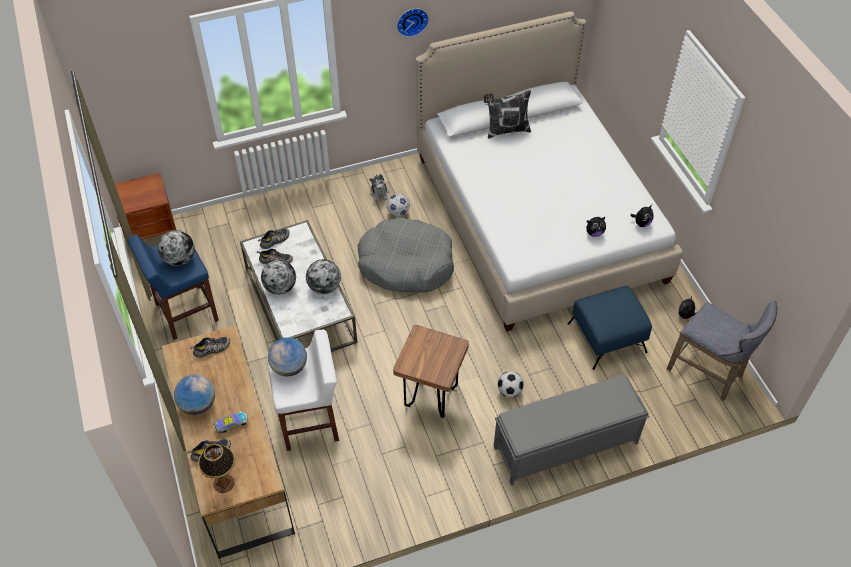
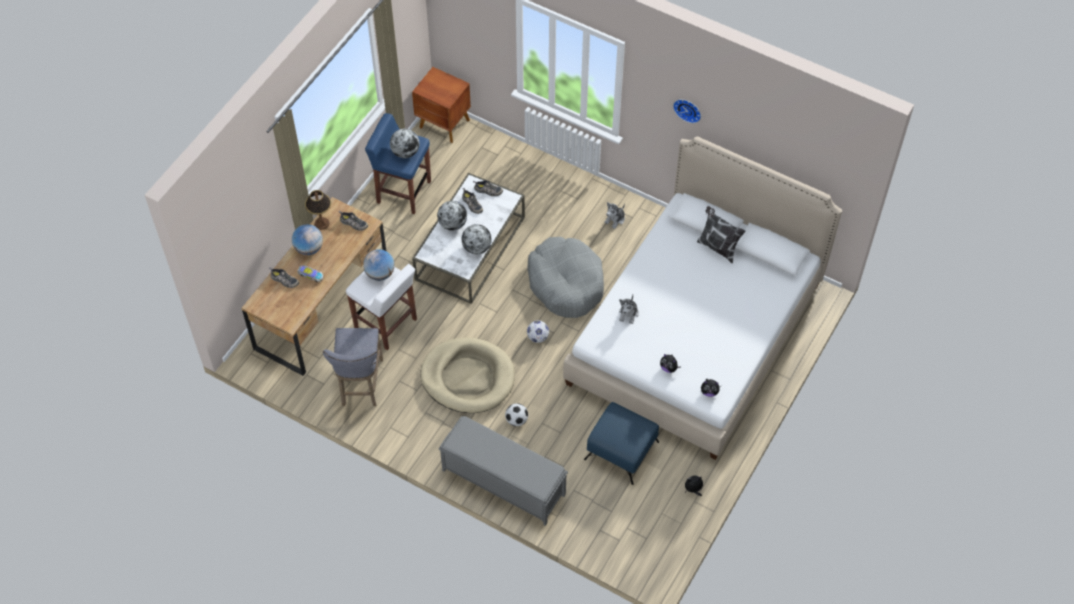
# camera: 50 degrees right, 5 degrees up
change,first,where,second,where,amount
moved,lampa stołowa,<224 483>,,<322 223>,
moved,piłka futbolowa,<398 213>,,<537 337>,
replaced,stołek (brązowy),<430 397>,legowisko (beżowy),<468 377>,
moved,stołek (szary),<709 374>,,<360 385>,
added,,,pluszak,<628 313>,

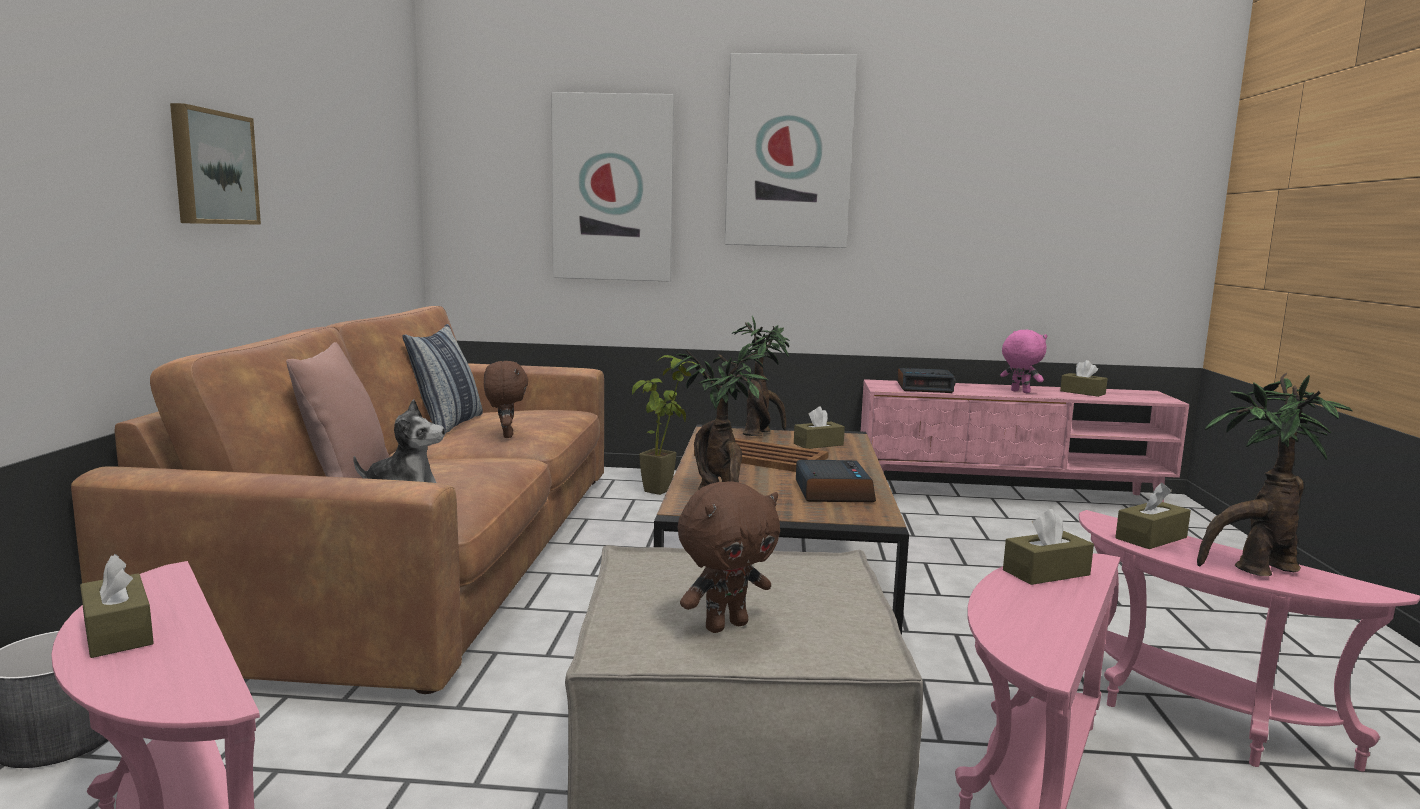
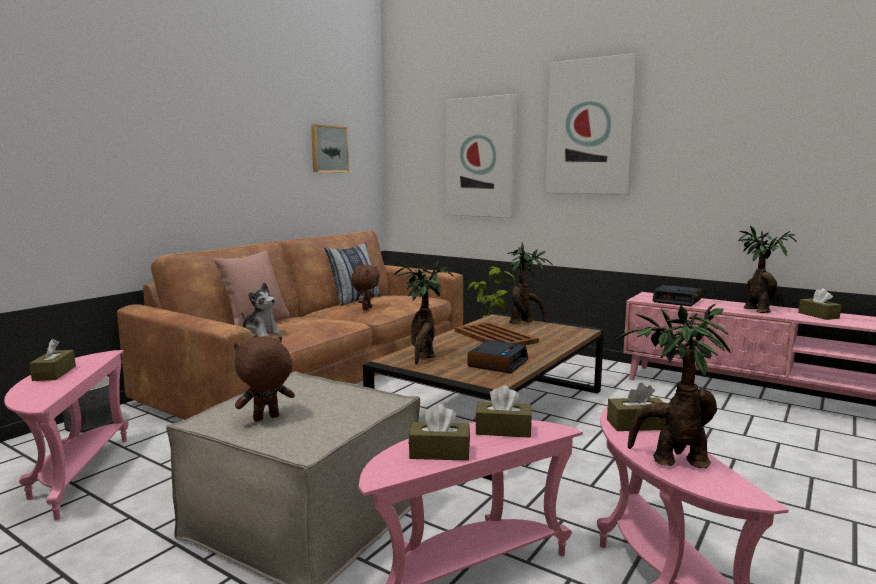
# camera: 30 degrees right, 0 degrees up
change,first,where,second,where,amount
moved,obraz,<212 168>,,<328 149>,
turned,pluszak (brązowy),<725 625>,,<266 419>,150 degrees clockwise
moved,pudełko chusteczek (brązowy),<818 444>,,<439 452>,
replaced,pluszak (różowy),<1019 392>,roślina doniczkowa,<756 310>,

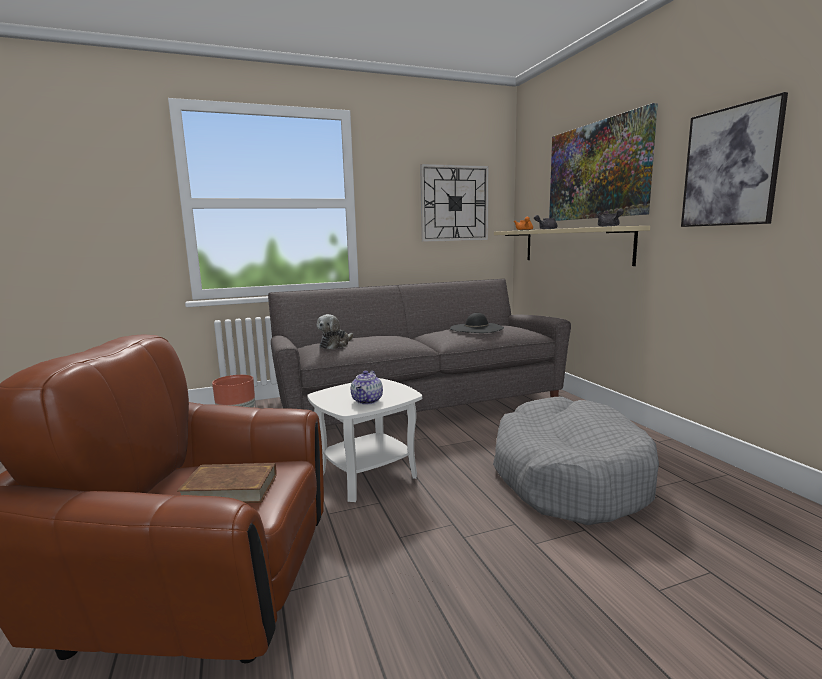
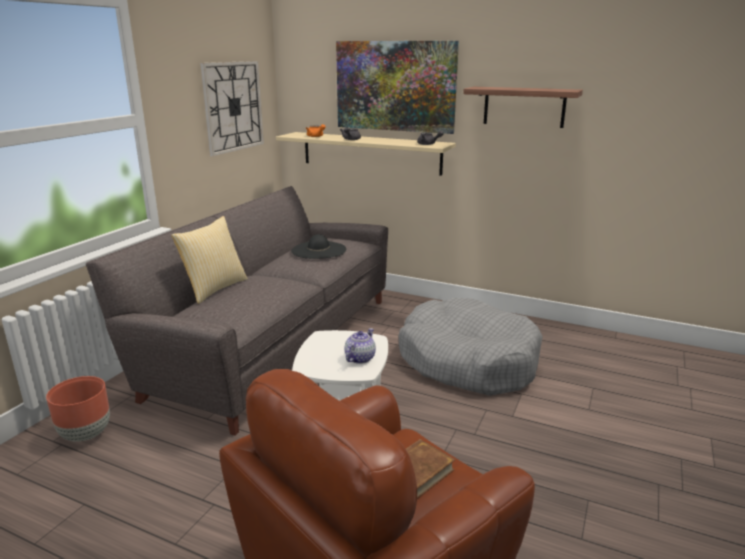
# camera: 45 degrees left, 10 degrees up
change,first,where,second,where,amount
removed,pluszak,<335 345>,,,
turned,imbryk,<367 401>,,<359 358>,120 degrees counterclockwise
replaced,obraz,<730 167>,półka,<524 107>,
added,,,poduszka,<214 289>,

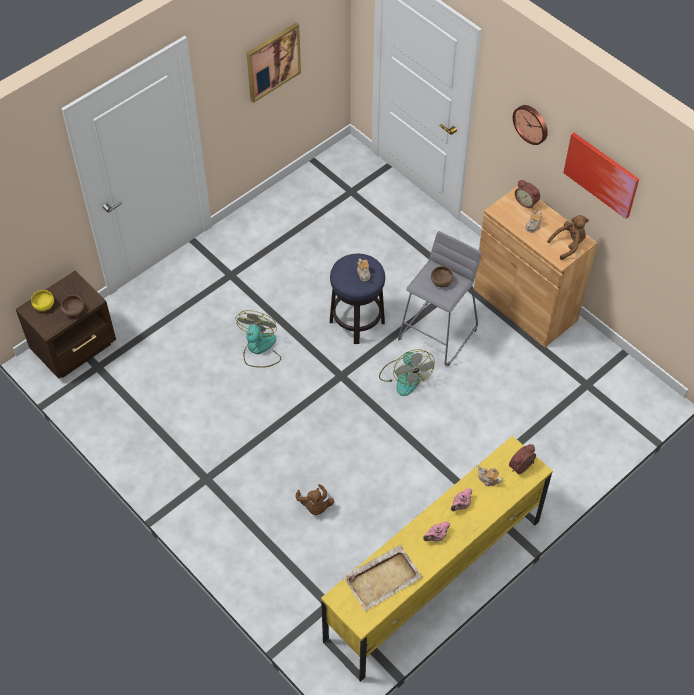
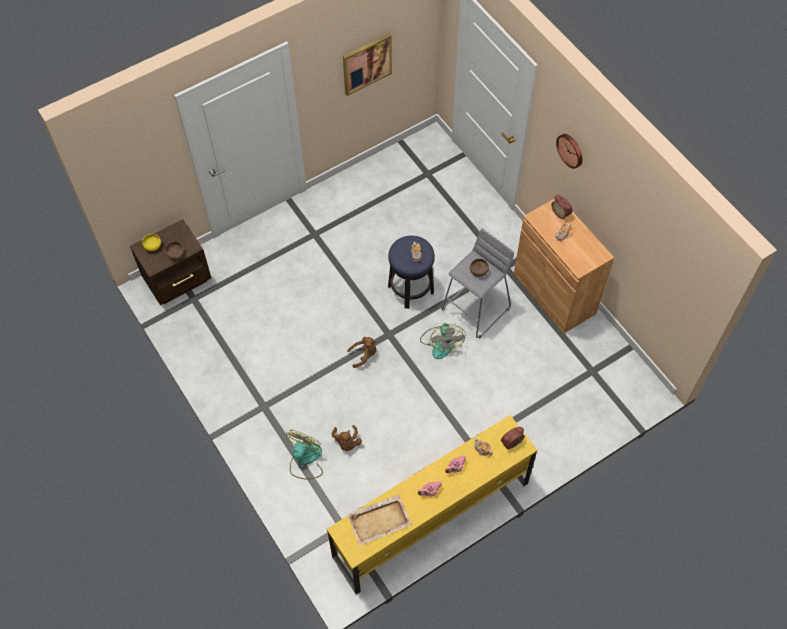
# camera: 10 degrees right, 5 degrees up
change,first,where,second,where,amount
moved,wentylator,<259 349>,,<305 460>,
moved,pluszak (brązowy),<568 244>,,<364 355>,
removed,obraz,<601 174>,,,

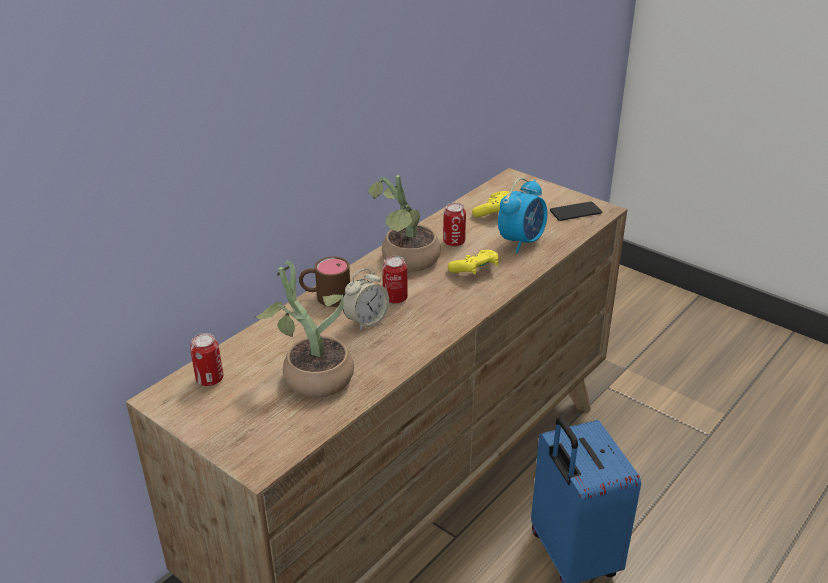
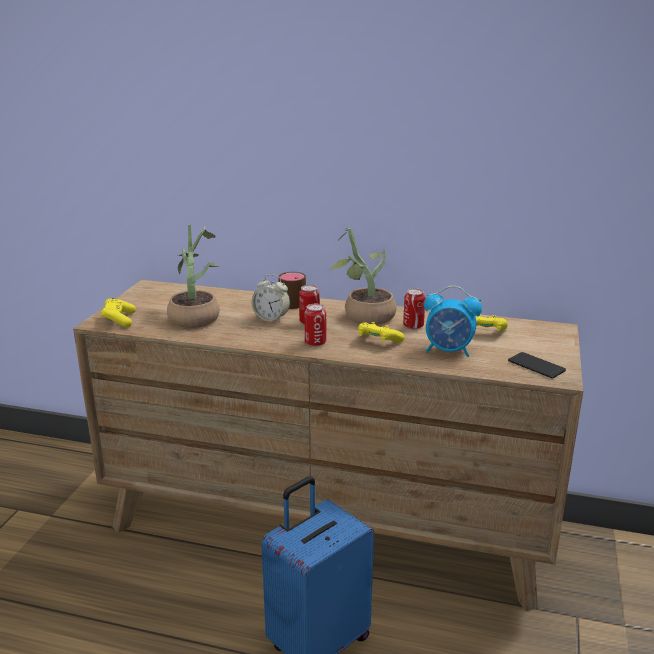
# camera: 65 degrees right, 10 degrees down
change,first,where,second,where,amount
moved,puszka,<210 379>,,<315 343>,
added,,,pad do gier (żółty),<119 320>,

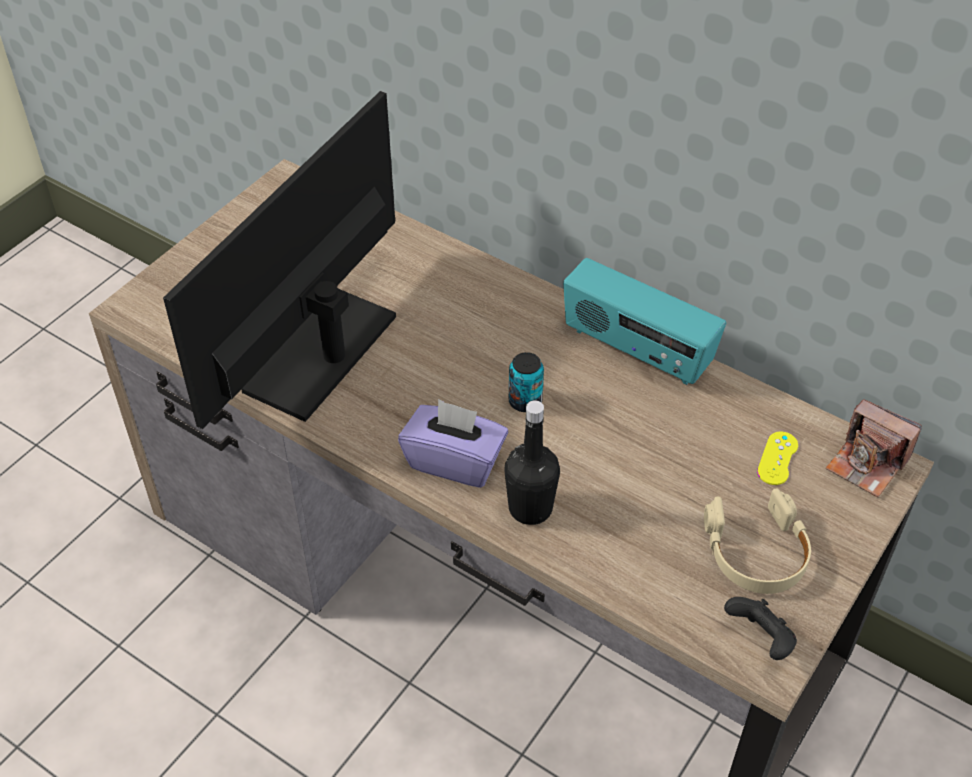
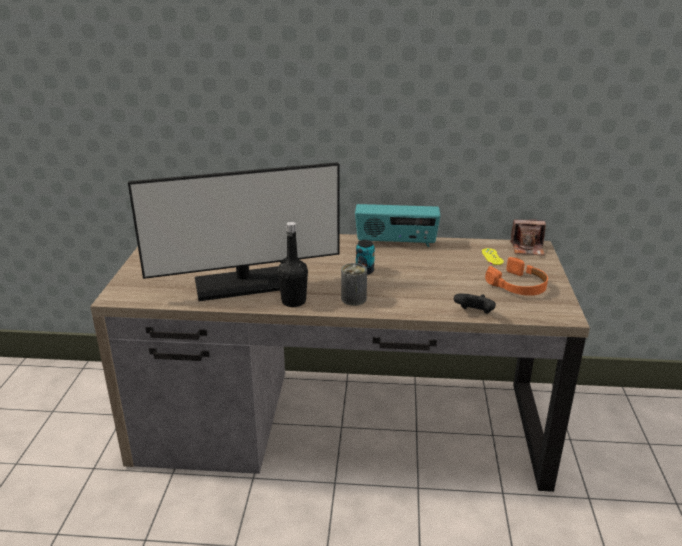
# camera: 30 degrees left, 20 degrees down
change,first,where,second,where,amount
turned,monitor,<321 354>,,<244 284>,105 degrees counterclockwise
replaced,pudełko chusteczek (fioletowy),<455 461>,puszka,<353 299>,
moved,butelka (czarny),<530 508>,,<293 301>,
recoloured,słuchawki (beżowy),<756 552>,słuchawki (pomarańczowy),<518 285>,
moved,pad do gier (czarny),<760 639>,,<474 314>,

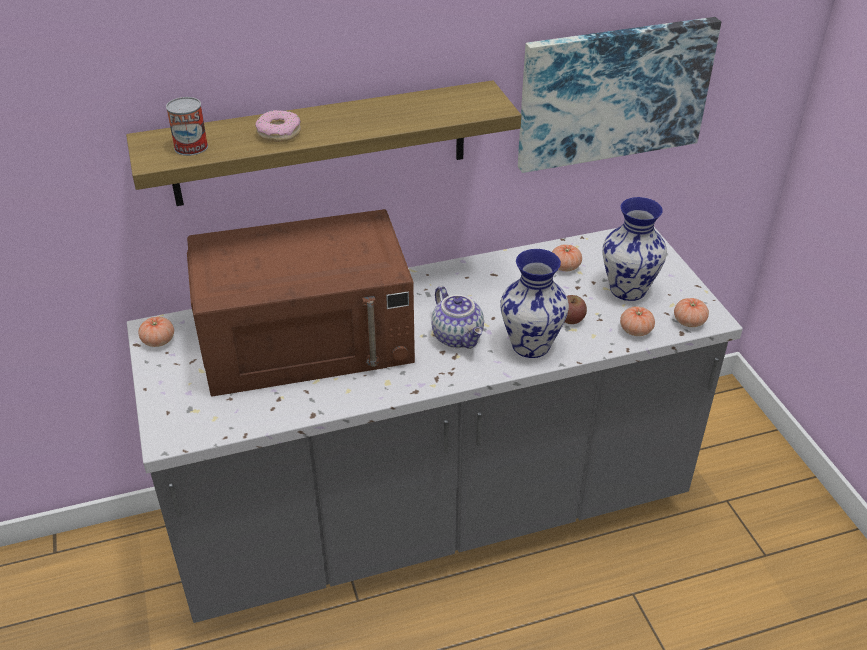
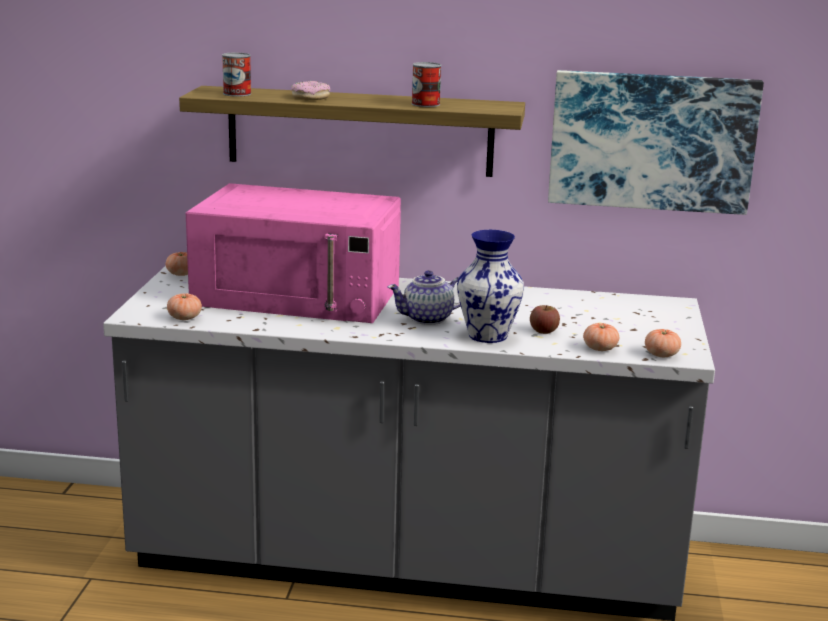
# camera: 25 degrees right, 20 degrees down
change,first,where,second,where,amount
recoloured,mikrofalówka (brązowy),<308 337>,mikrofalówka (różowy),<299 295>,
turned,imbryk,<458 337>,,<427 319>,75 degrees clockwise
moved,pomidor,<565 267>,,<184 318>,
removed,wazon,<629 289>,,,
added,,,puszka,<425 104>,

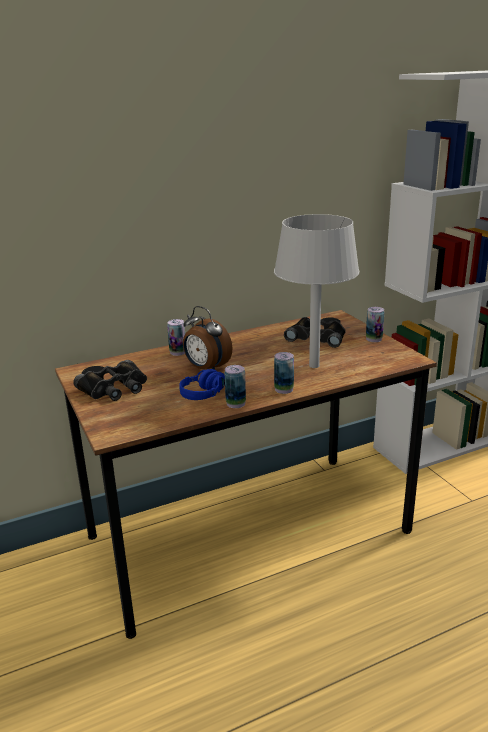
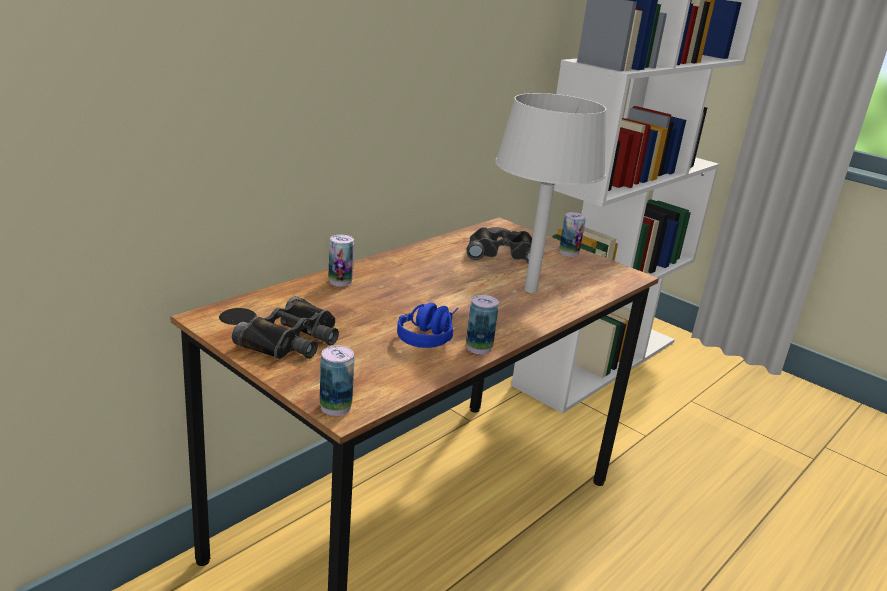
# camera: 25 degrees left, 0 degrees up
change,first,where,second,where,amount
removed,budzik,<206 368>,,,
moved,puszka,<284 389>,,<335 407>,

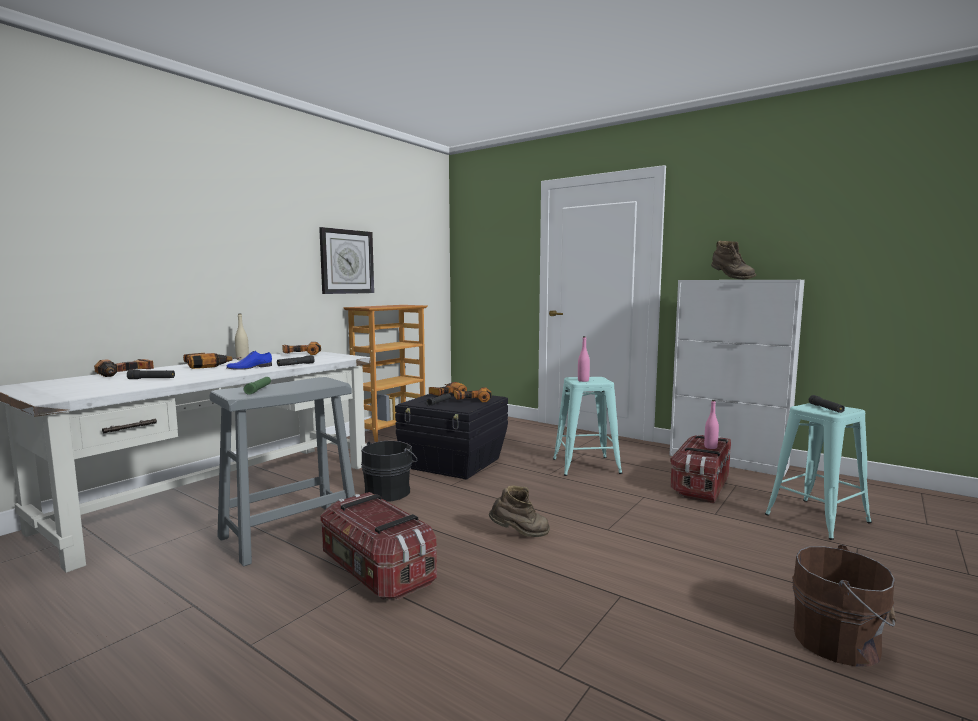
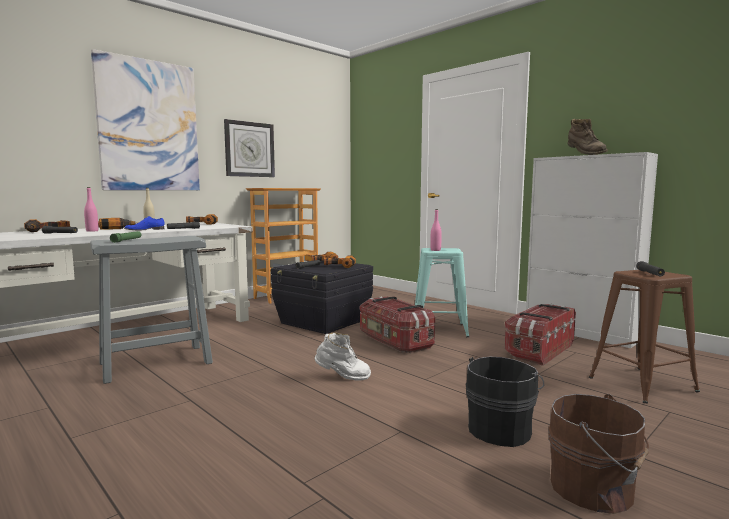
# camera: 10 degrees right, 0 degrees up
change,first,where,second,where,amount
moved,pojemnik do przechowywania,<376 571>,,<394 341>,
moved,wiadro (czarny),<389 492>,,<501 429>,
recoloured,but z cholewką (brązowy),<520 535>,but z cholewką (biały),<342 378>,
moved,butelka (różowy),<710 447>,,<92 231>,
recoloured,stołek (turkusowy),<817 518>,stołek (brązowy),<642 384>,
added,,,obraz,<149 126>,

